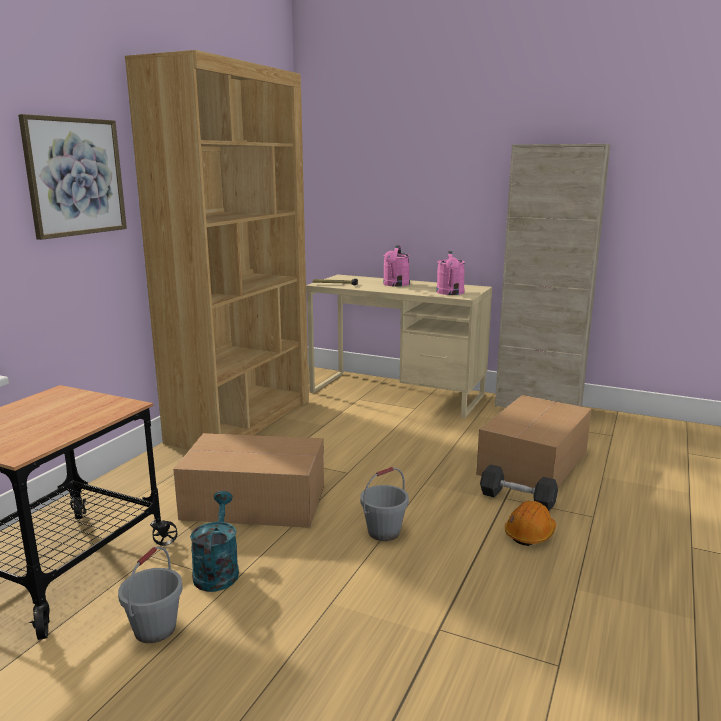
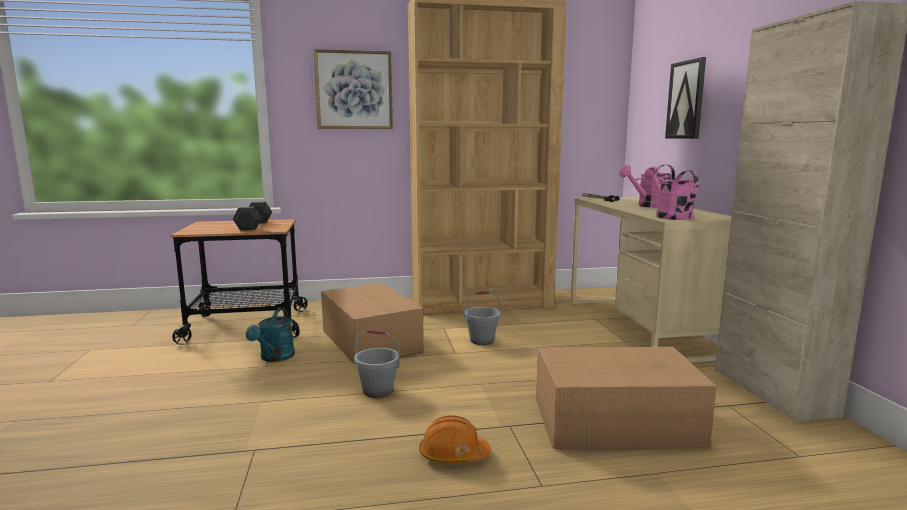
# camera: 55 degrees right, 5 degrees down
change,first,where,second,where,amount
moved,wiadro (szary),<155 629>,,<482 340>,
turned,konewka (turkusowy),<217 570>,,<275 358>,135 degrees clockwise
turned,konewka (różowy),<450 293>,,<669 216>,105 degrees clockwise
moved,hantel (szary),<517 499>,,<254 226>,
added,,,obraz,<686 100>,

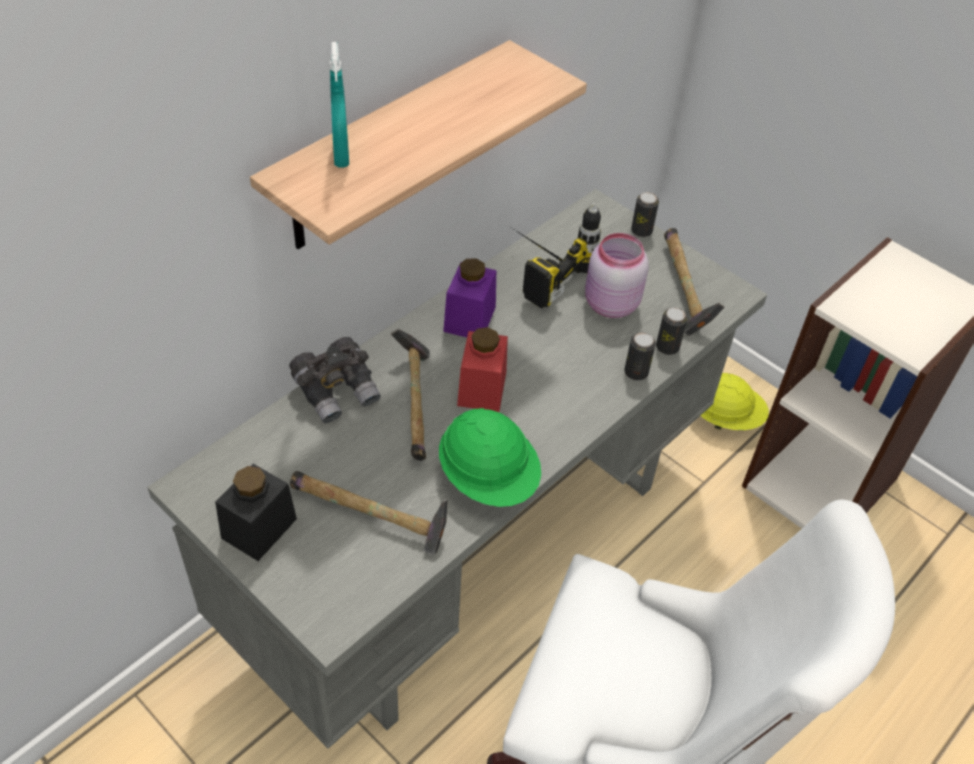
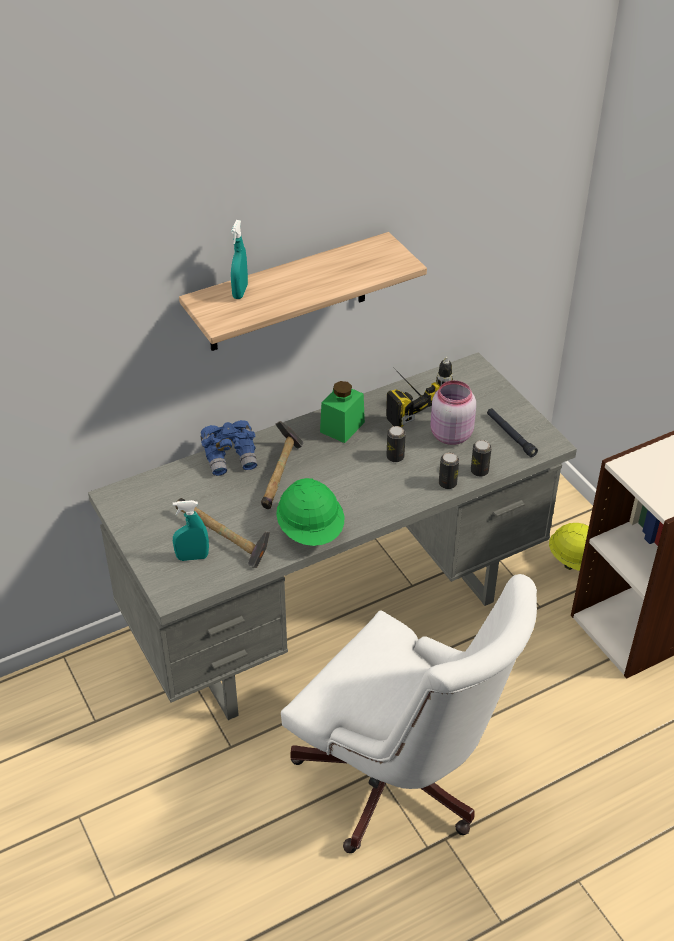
# camera: 20 degrees right, 5 degrees down
change,first,where,second,where,amount
removed,słoik (czarny),<259 528>,,,
recoloured,lornetka (szary),<337 392>,lornetka (niebieski),<231 457>,
recoloured,słoik (fioletowy),<469 319>,słoik (zielony),<342 427>,
removed,słoik (czerwony),<482 389>,,,
moved,puszka,<641 231>,,<395 457>,
replaced,młotek,<682 291>,latarka (czarny),<510 435>,
added,,,spryskiwacz (turkusowy),<192 557>,

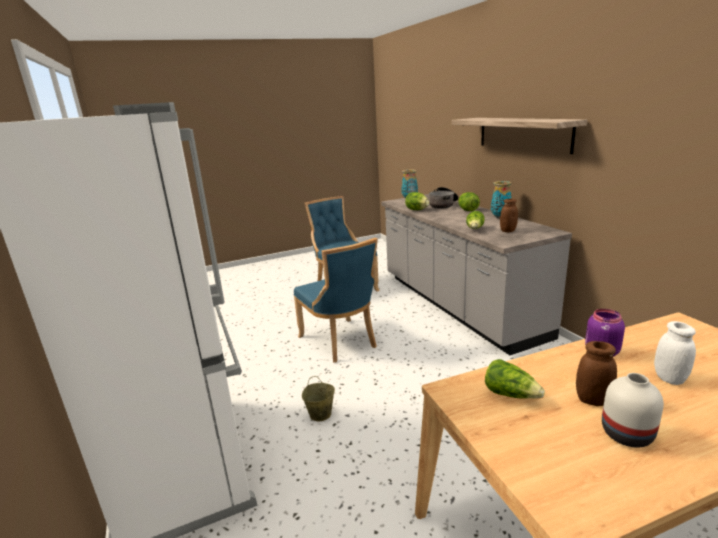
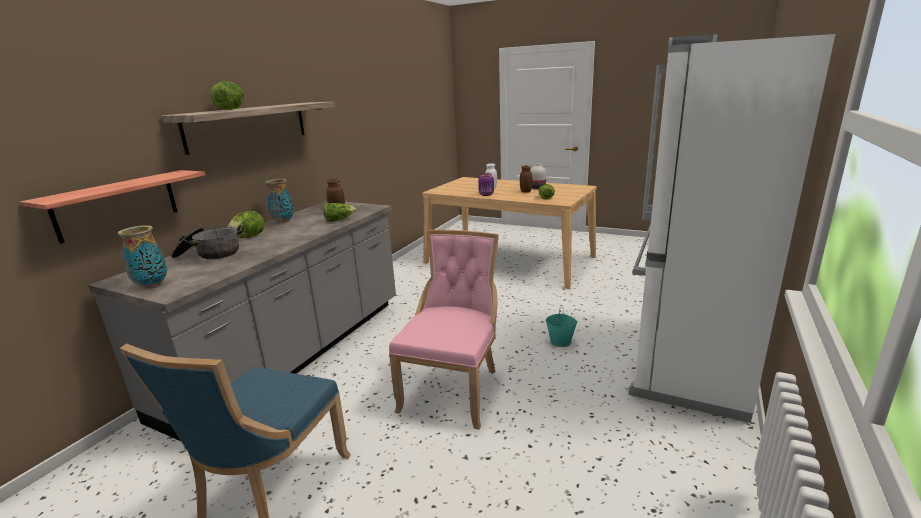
# camera: 130 degrees left, 0 degrees up
change,first,where,second,where,amount
recoloured,krzesło (niebieski),<340 342>,krzesło (różowy),<454 389>,
recoloured,wiadro (beżowy),<320 414>,wiadro (turkusowy),<561 342>,
moved,sałata,<417 210>,,<231 109>,
added,,,półka,<117 205>,

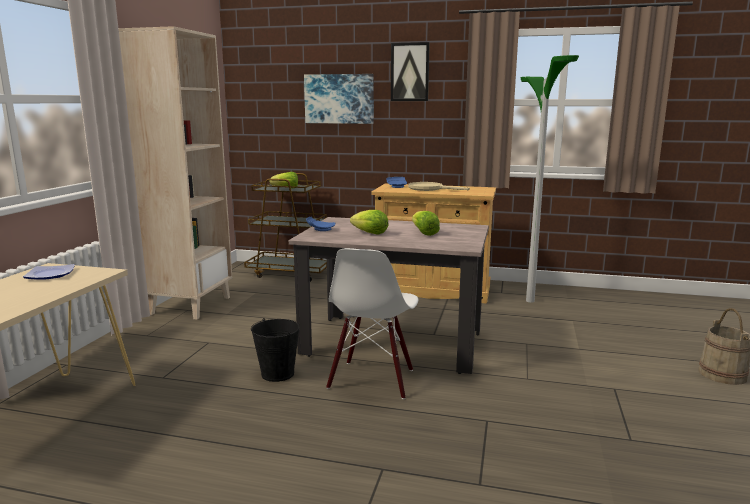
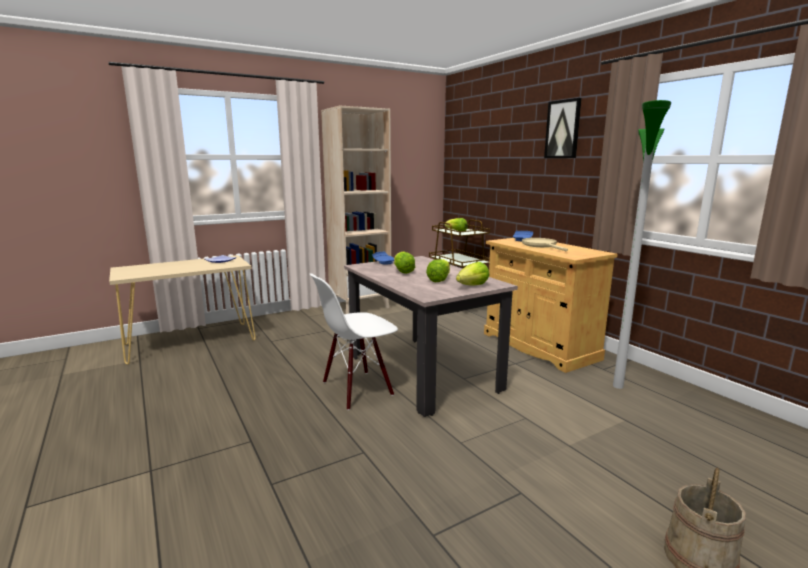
# camera: 45 degrees right, 0 degrees up
change,first,where,second,where,amount
removed,wiadro (czarny),<278 373>,,,
removed,obraz,<339 99>,,,
added,,,sałata,<473 286>,

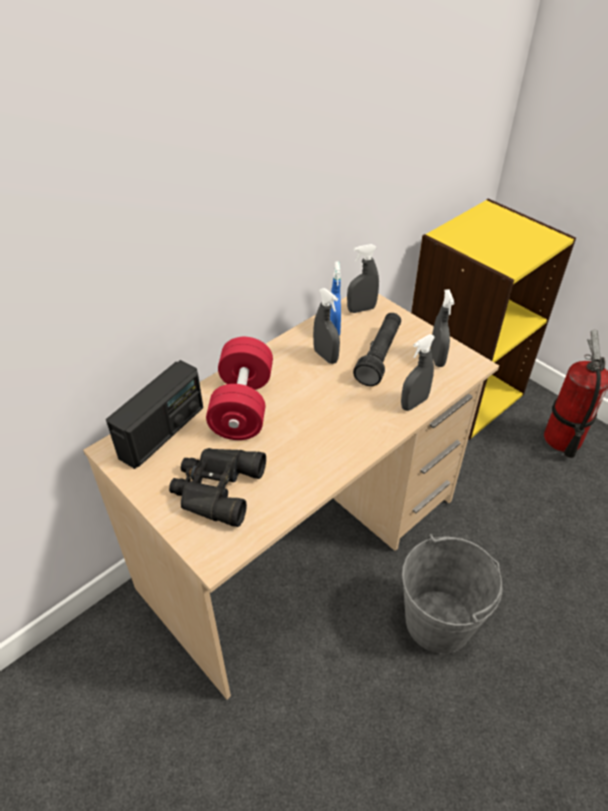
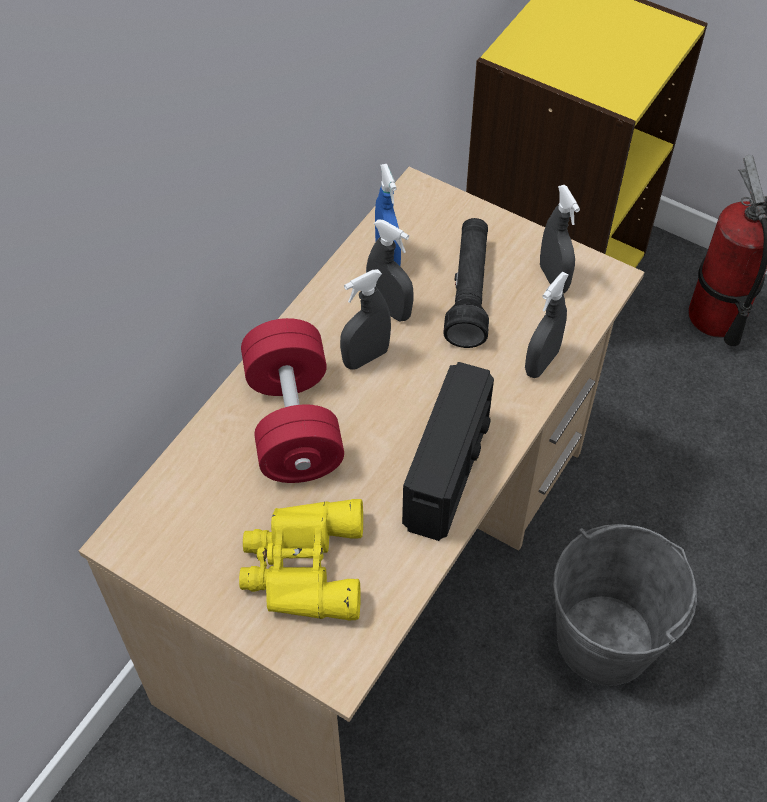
# camera: 15 degrees left, 10 degrees up
change,first,where,second,where,amount
moved,radio,<162 432>,,<447 472>,
recoloured,lornetka (czarny),<215 488>,lornetka (żółty),<302 567>,
moved,spryskiwacz (szary),<361 309>,,<366 357>,

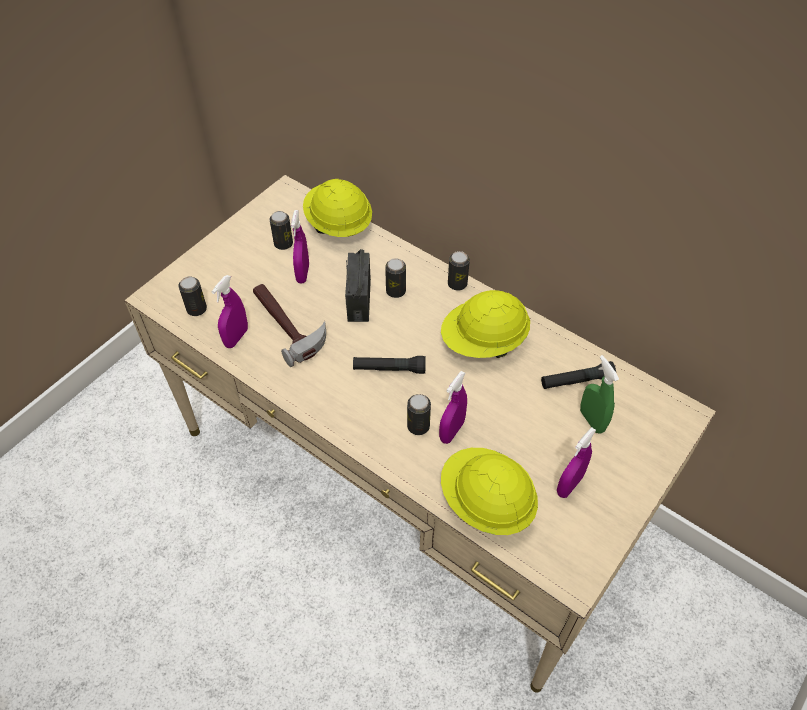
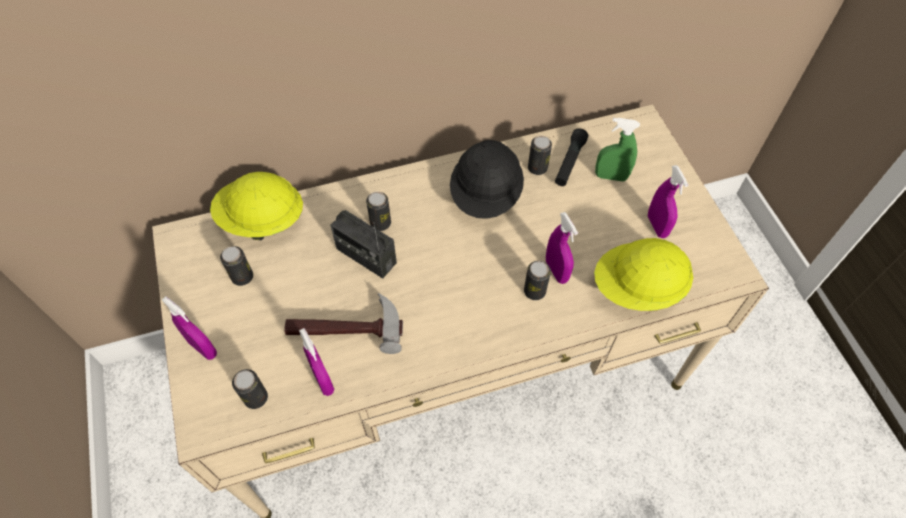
# camera: 55 degrees left, 5 degrees up
change,first,where,second,where,amount
moved,spryskiwacz (fioletowy),<303 273>,,<203 348>,
removed,latarka (czarny),<389 369>,,,
recoloured,kask (żółty),<484 342>,kask (czarny),<486 196>,
moved,puszka,<457 284>,,<537 168>,

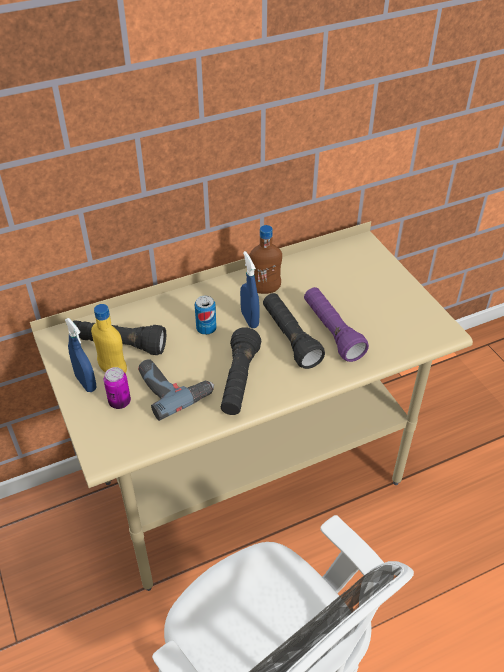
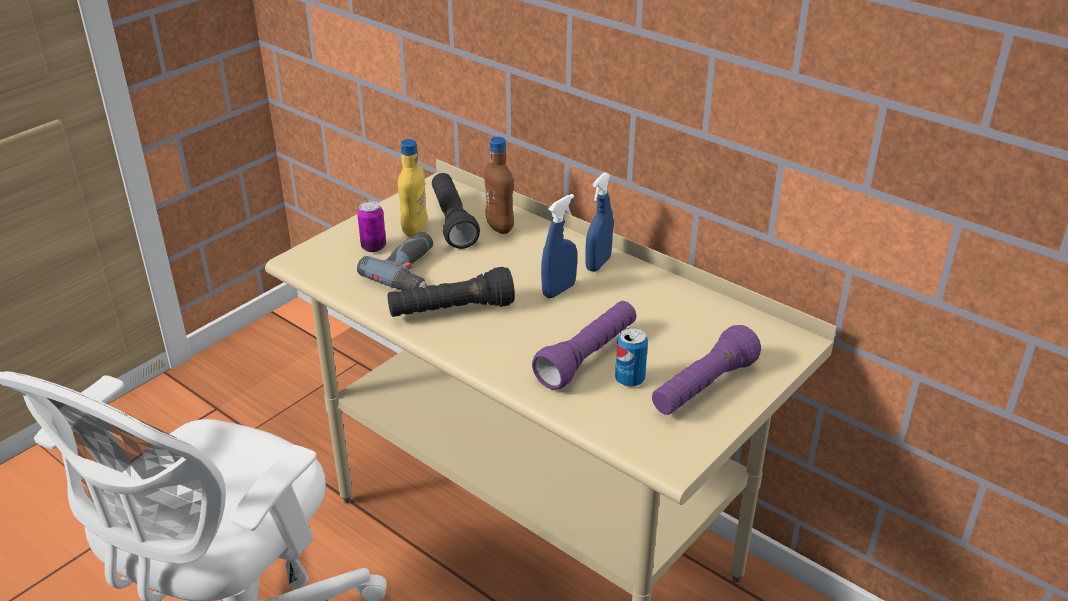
# camera: 65 degrees right, 10 degrees down
change,first,where,second,where,amount
moved,spryskiwacz (niebieski),<86 383>,,<598 264>,
moved,puszka,<206 329>,,<629 379>,
moved,butelka (brązowy),<265 289>,,<500 227>,
removed,latarka (czarny),<290 338>,,,
added,,,latarka (fioletowy),<703 388>,

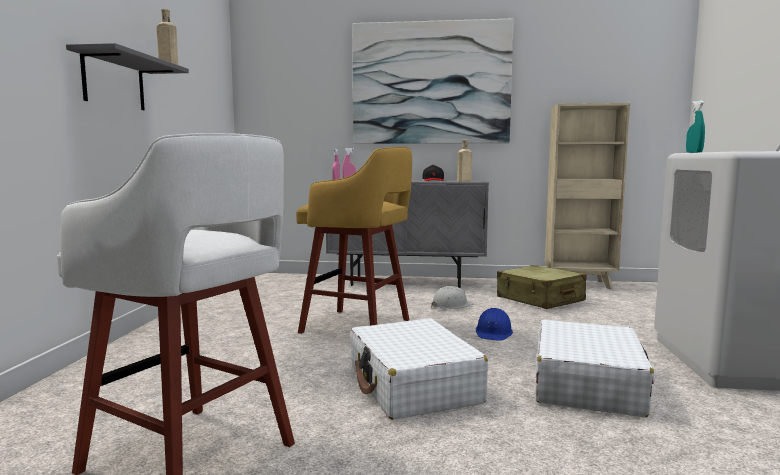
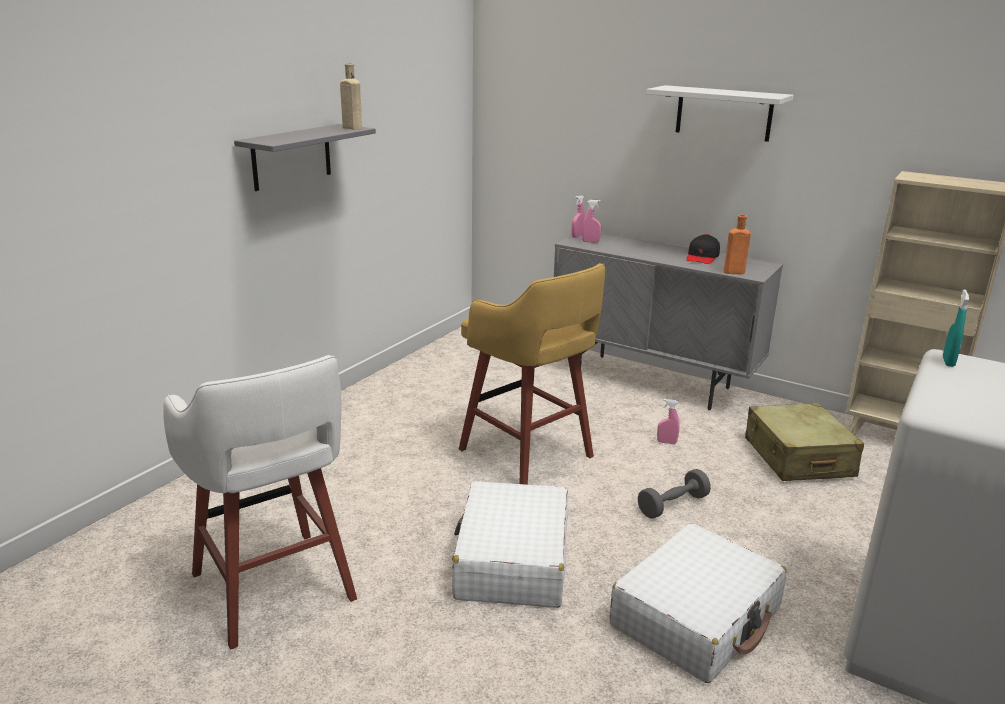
# camera: 25 degrees right, 15 degrees up
change,first,where,second,where,amount
replaced,obraz,<431 83>,półka (biały),<724 113>,
replaced,kask (biały),<451 305>,spryskiwacz (różowy),<666 442>,
recoloured,butelka (beżowy),<463 181>,butelka (pomarańczowy),<732 272>,
replaced,kask (niebieski),<494 332>,hantel (szary),<673 505>,

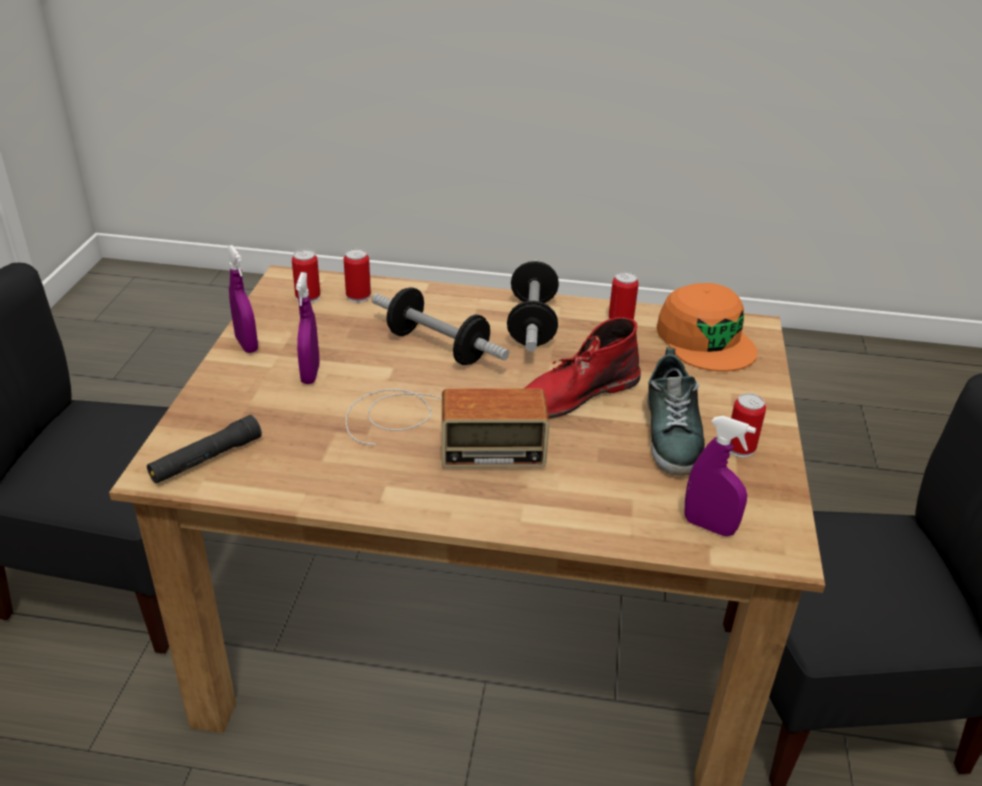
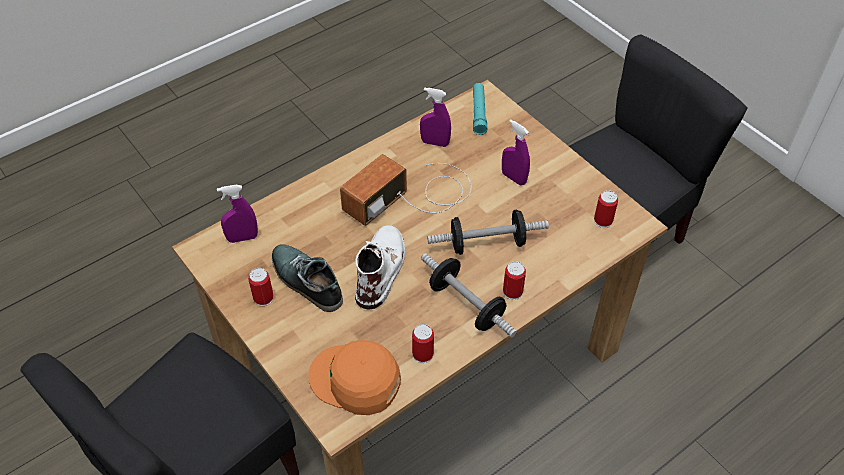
# camera: 135 degrees right, 15 degrees up
change,first,where,second,where,amount
recoloured,latarka (czarny),<206 459>,latarka (turkusowy),<479 113>,
moved,spryskiwacz (fioletowy),<246 344>,,<435 143>,
moved,puszka,<358 296>,,<512 292>,
recoloured,but z cholewką (czerwony),<574 394>,but z cholewką (biały),<380 268>,

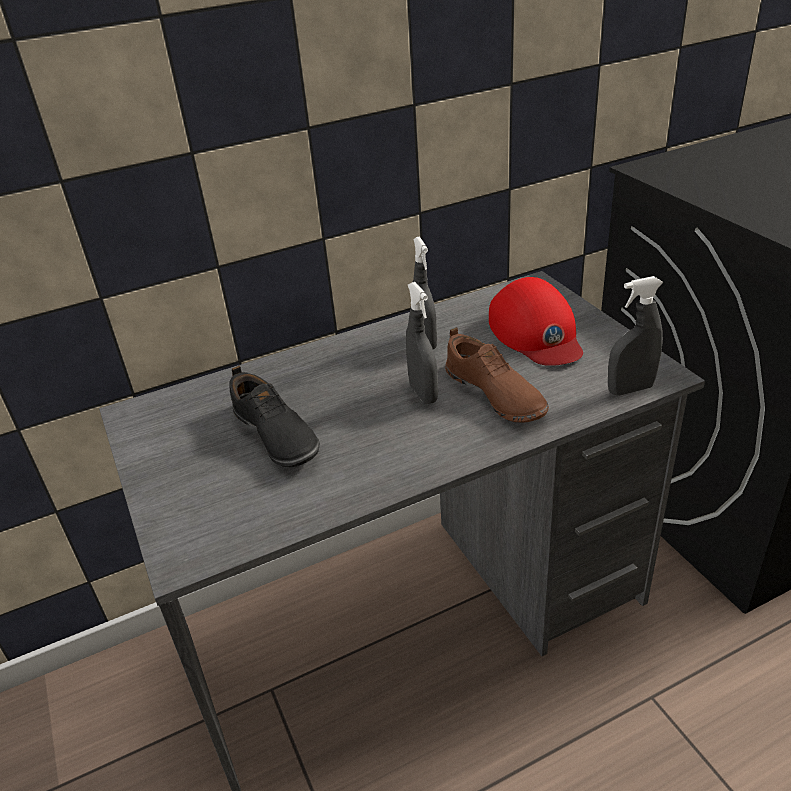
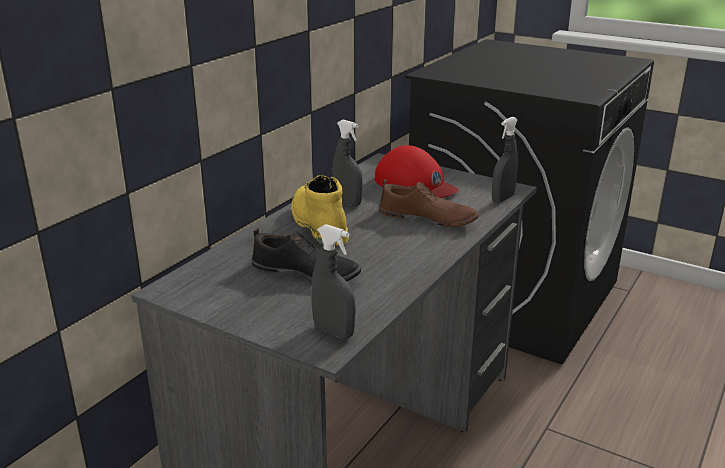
# camera: 35 degrees left, 10 degrees down
change,first,where,second,where,amount
moved,spryskiwacz (szary),<423 393>,,<333 331>,
added,,,but z cholewką (żółty),<317 224>,

